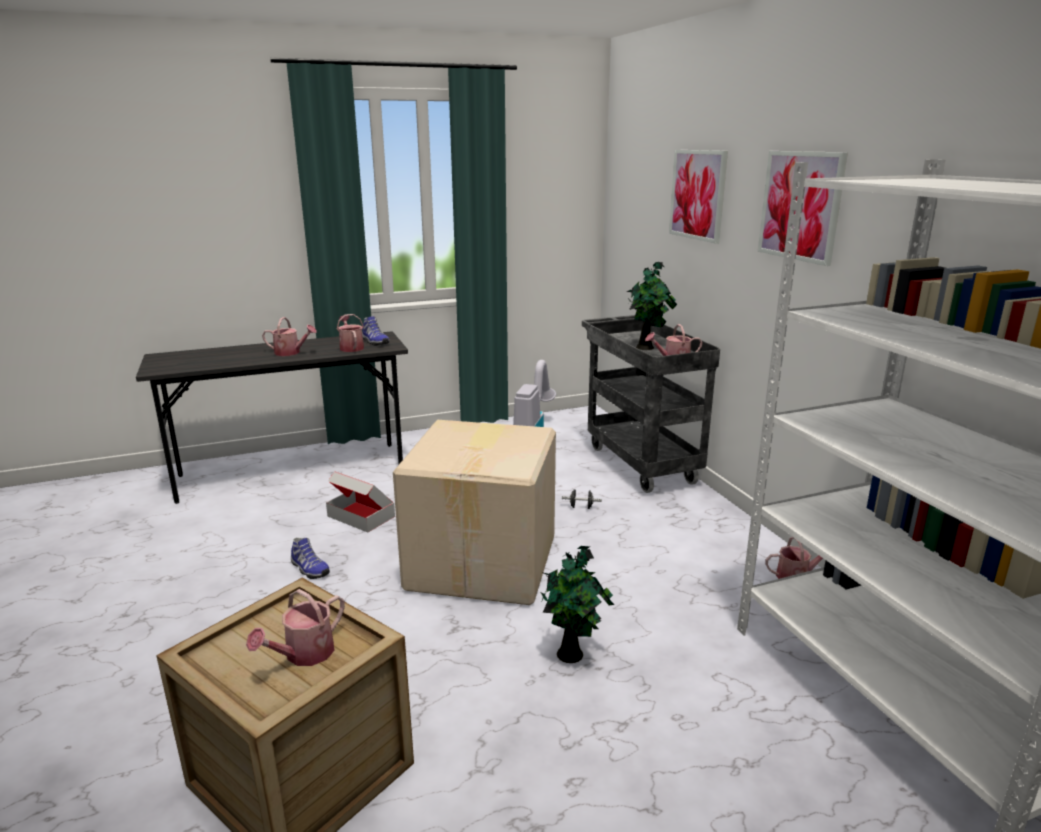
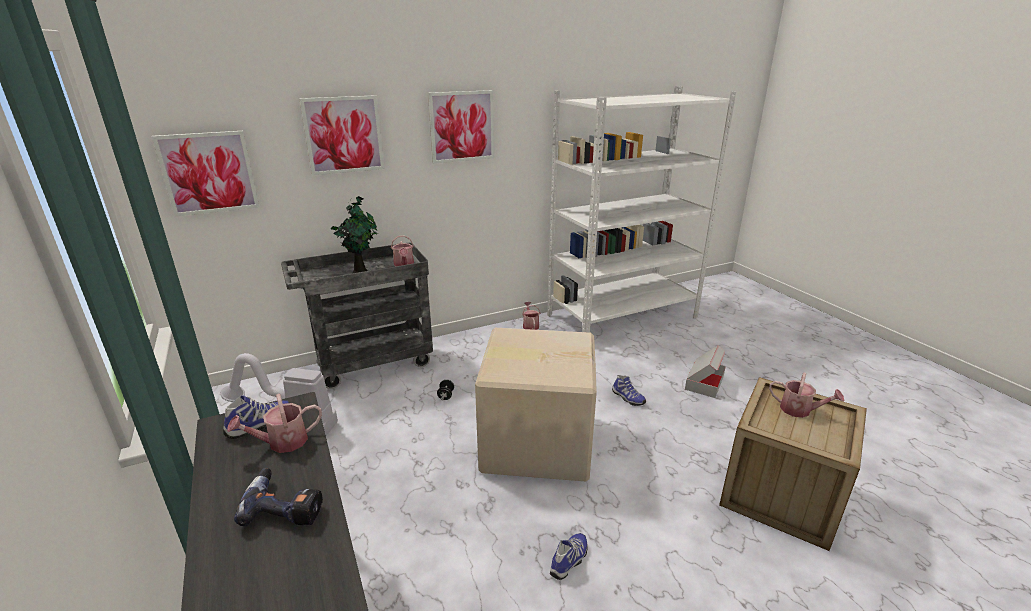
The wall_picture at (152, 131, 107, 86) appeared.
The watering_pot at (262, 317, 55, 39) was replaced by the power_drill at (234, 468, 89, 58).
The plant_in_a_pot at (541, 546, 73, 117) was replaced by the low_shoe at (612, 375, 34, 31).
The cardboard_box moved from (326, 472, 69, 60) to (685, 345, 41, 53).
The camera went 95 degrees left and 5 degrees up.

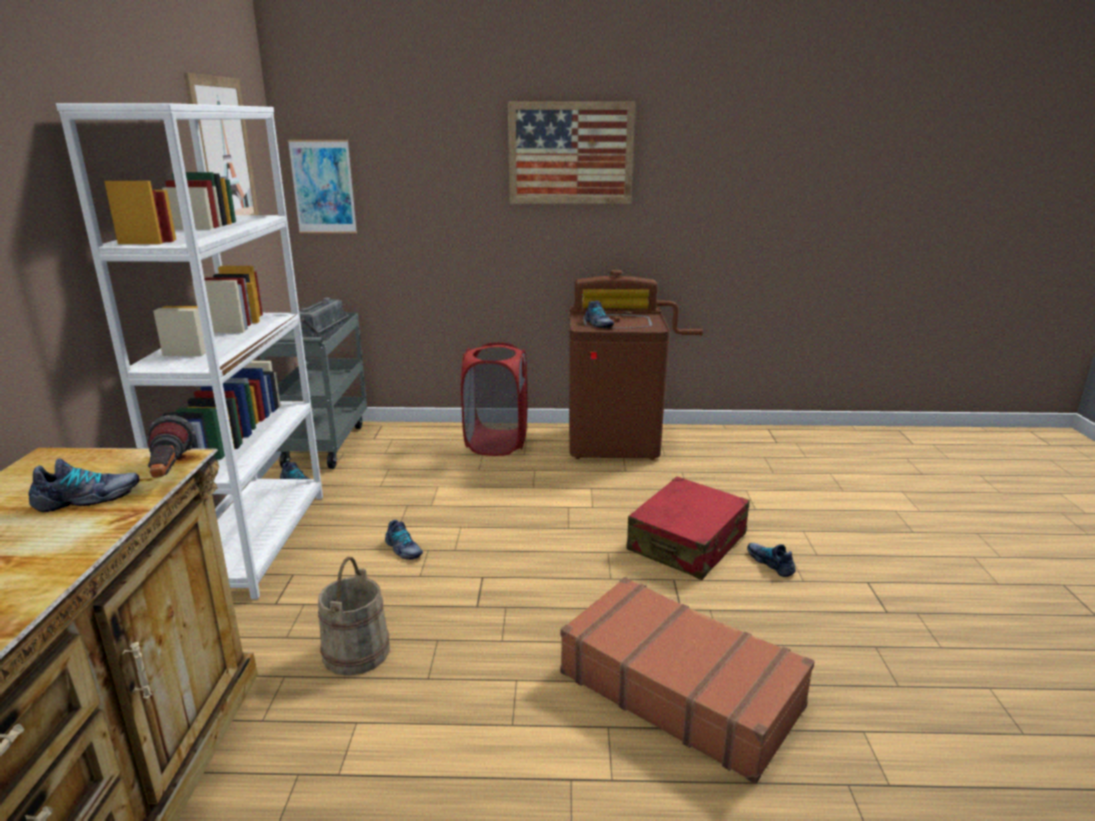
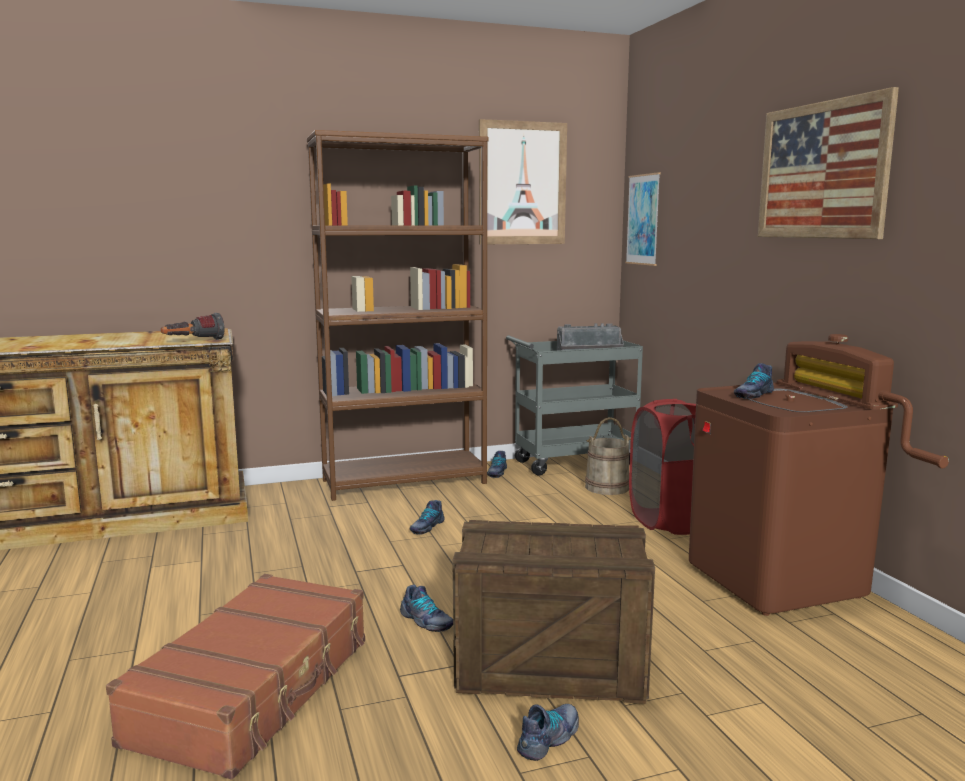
The white-coloured_bookcase at (56, 103, 267, 496) became the brown_bookcase at (307, 130, 181, 371).
The low_shoe moved from (28, 458, 111, 54) to (400, 585, 53, 47).
The red-coloured_suitcase at (626, 477, 124, 103) was replaced by the shipping_crate at (452, 520, 203, 184).
The sand-coloured_pail moved from (318, 557, 72, 119) to (585, 417, 46, 78).
The camera went 70 degrees right and 10 degrees down.

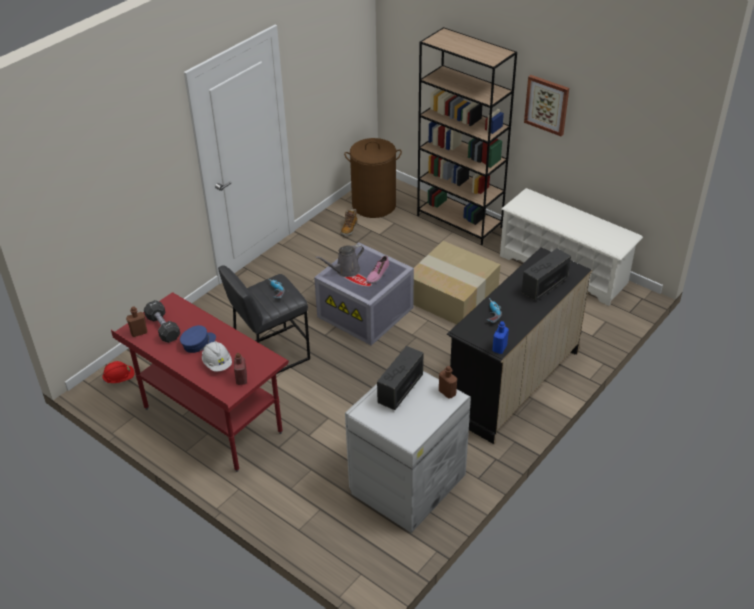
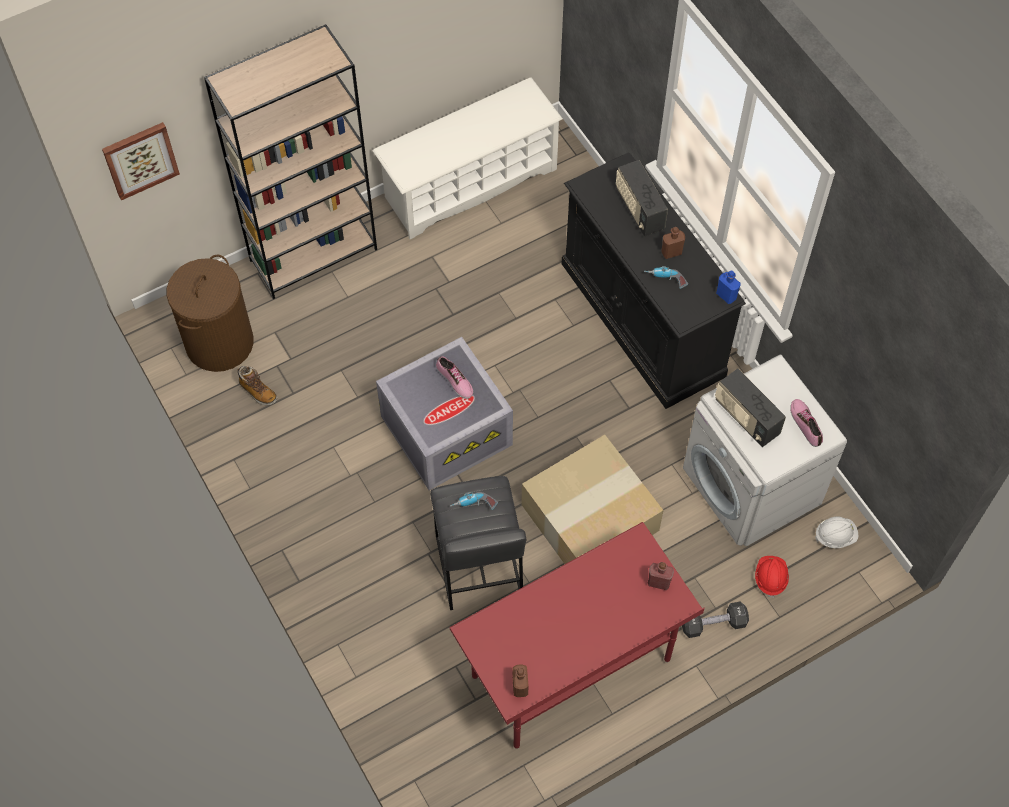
The wall_picture moved from (524, 75, 45, 61) to (102, 122, 78, 78).
The cardboard_box moved from (413, 241, 87, 84) to (521, 435, 143, 129).
The brown_drink_bottle moved from (439, 366, 18, 33) to (661, 227, 24, 32).
The black_hand_weight moved from (144, 300, 36, 43) to (682, 601, 67, 37).
The red-coloured_safety_helmet moved from (102, 361, 33, 22) to (755, 556, 34, 42).
The low_shoe at (790, 399, 33, 48) appeared.
The white-coloured_safety_helmet moved from (202, 341, 30, 31) to (815, 516, 43, 32).
The bluish_peaked_cap at (180, 325, 36, 28) disappeared.
The grey_watering_pot at (316, 244, 48, 33) disappeared.
The camera went 70 degrees left and 20 degrees up.

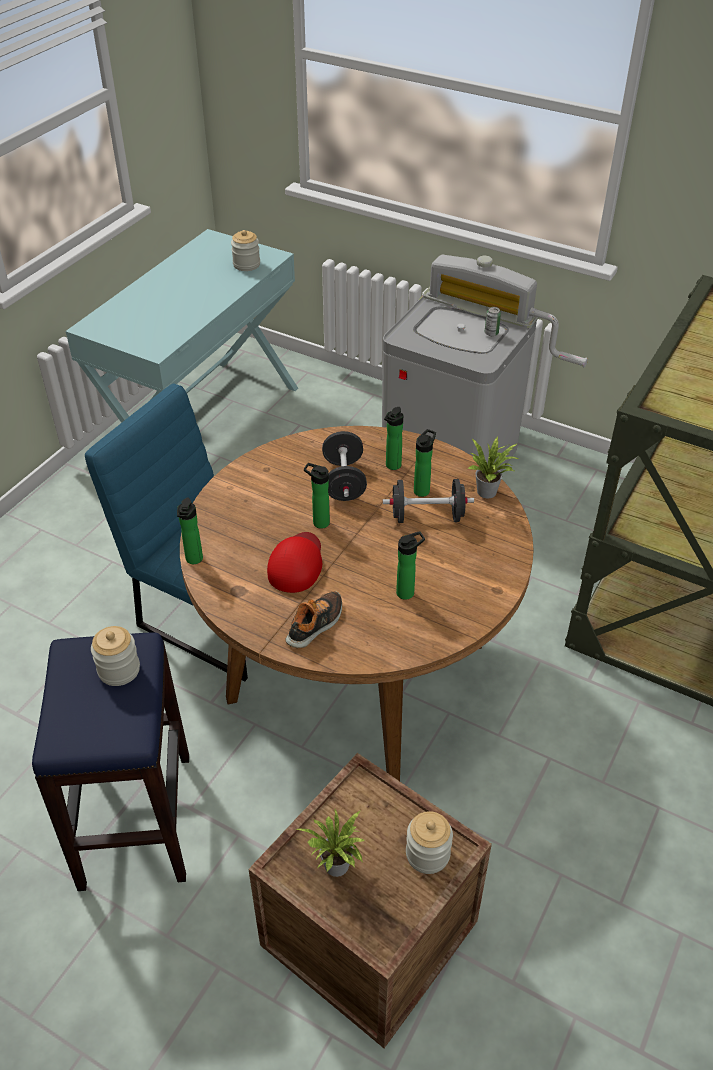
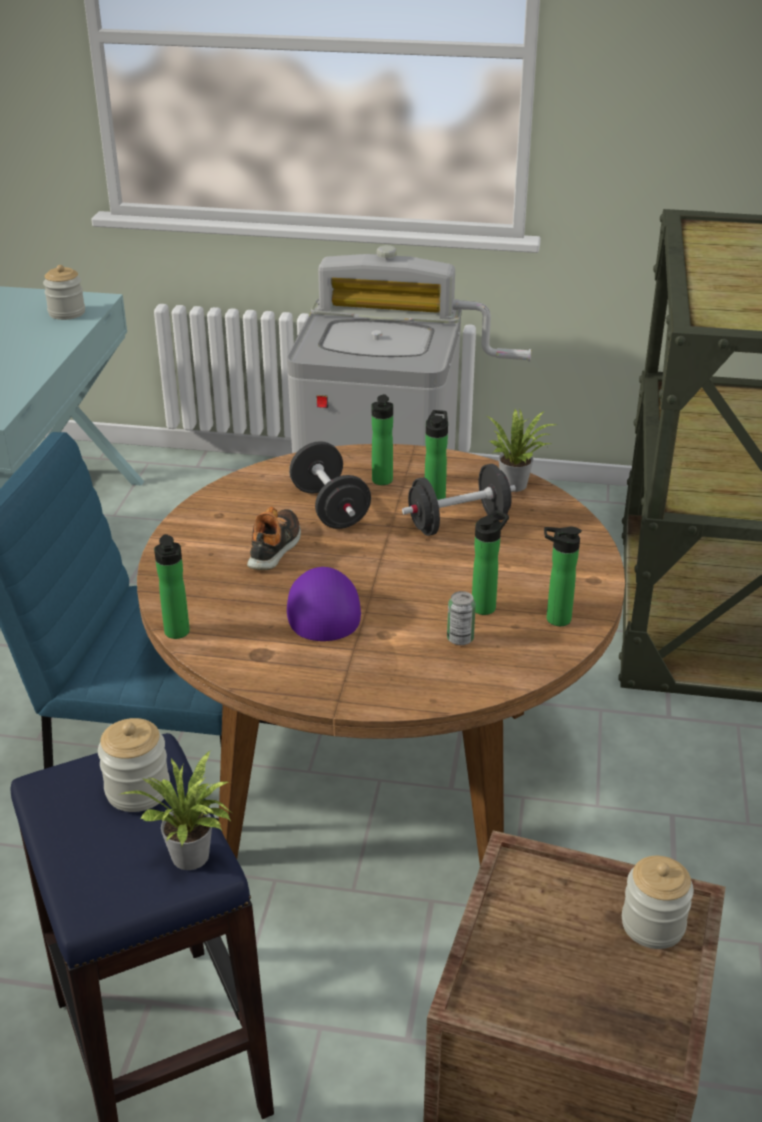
The plant_in_a_pot moved from (296, 809, 70, 68) to (121, 751, 111, 119).
The low_shoe moved from (286, 591, 56, 57) to (247, 507, 54, 63).
The red-coloured_peaked_cap at (267, 532, 55, 61) became the purplish_peaked_cap at (287, 567, 74, 74).
The can moved from (485, 307, 16, 29) to (447, 591, 29, 54).
The drink_bottle moved from (304, 463, 26, 66) to (544, 526, 38, 100).
The camera went 20 degrees left and 10 degrees down.

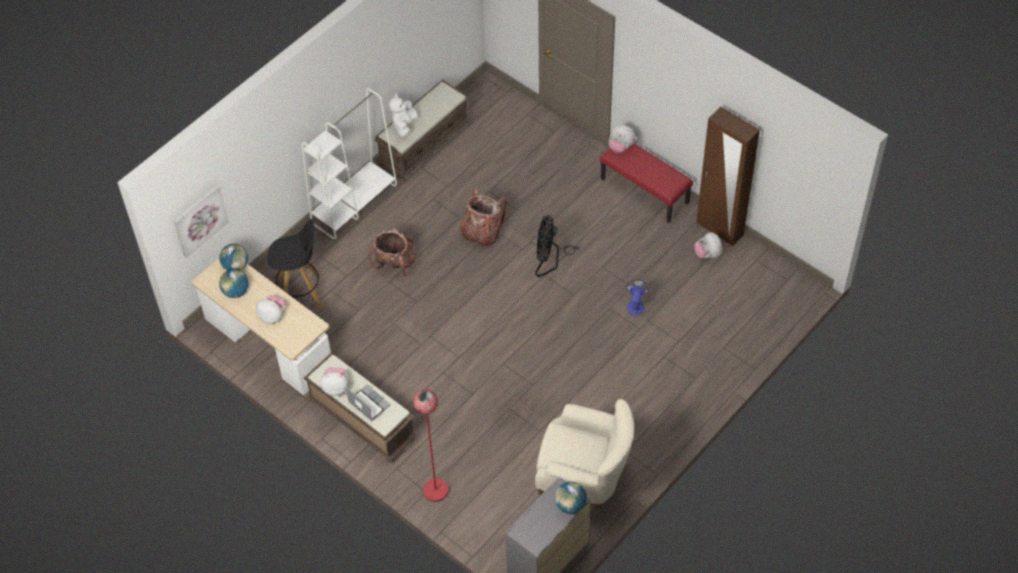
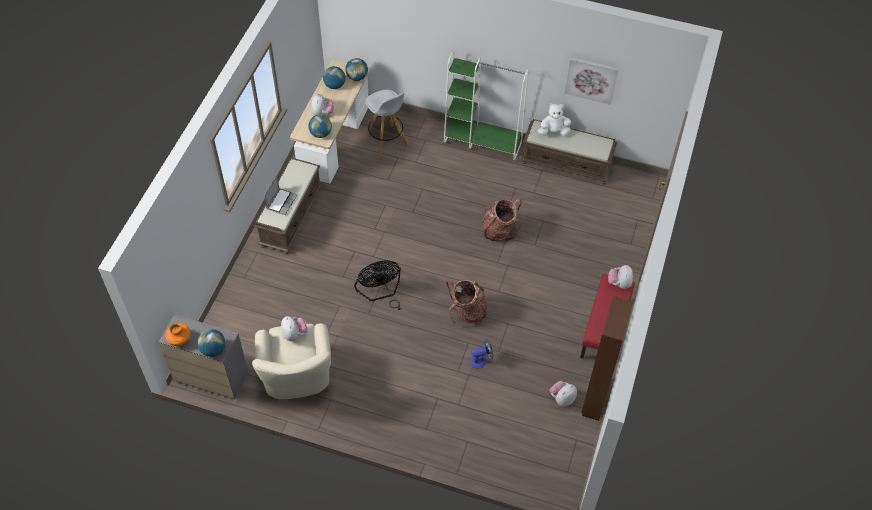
The orangey_flower_vase at (165, 323, 26, 23) appeared.
The cuddly_toy moved from (320, 367, 28, 29) to (281, 316, 27, 25).
The globe at (308, 114, 24, 24) appeared.
The black_electric_fan moved from (535, 215, 44, 63) to (354, 260, 47, 50).
The black_stool at (267, 219, 56, 90) became the white-coloured_stool at (364, 90, 45, 68).
The white-coloured_garment_stand at (301, 88, 96, 151) became the green_garment_stand at (444, 51, 85, 109).
The backpack moved from (368, 229, 48, 48) to (446, 280, 41, 43).
The wall_picture moved from (173, 184, 56, 74) to (565, 57, 53, 48).
The red-coloured_floor_lamp at (413, 389, 35, 113) disappeared.
The camera went 65 degrees right and 0 degrees up.

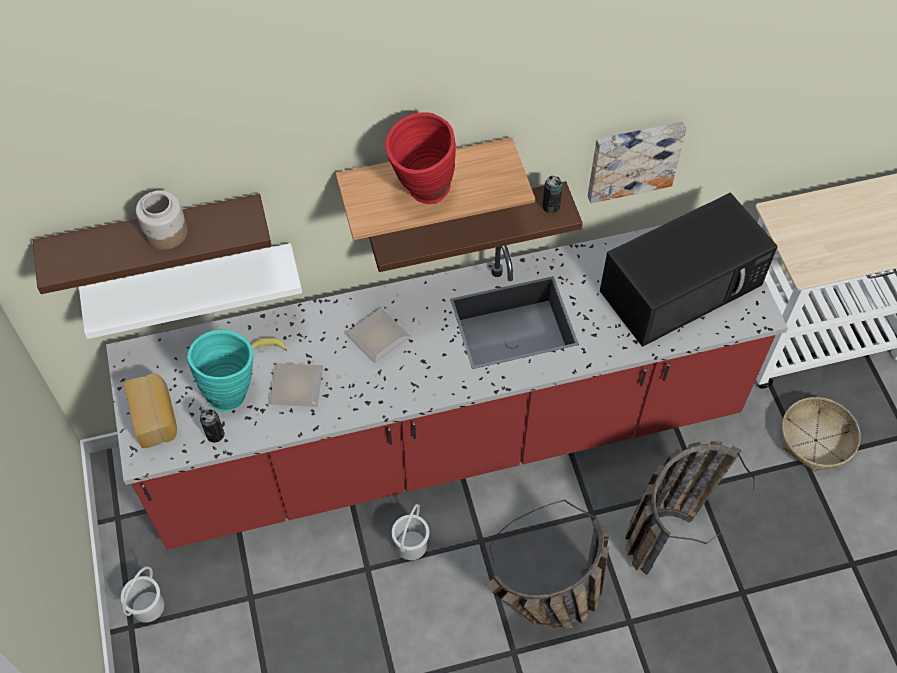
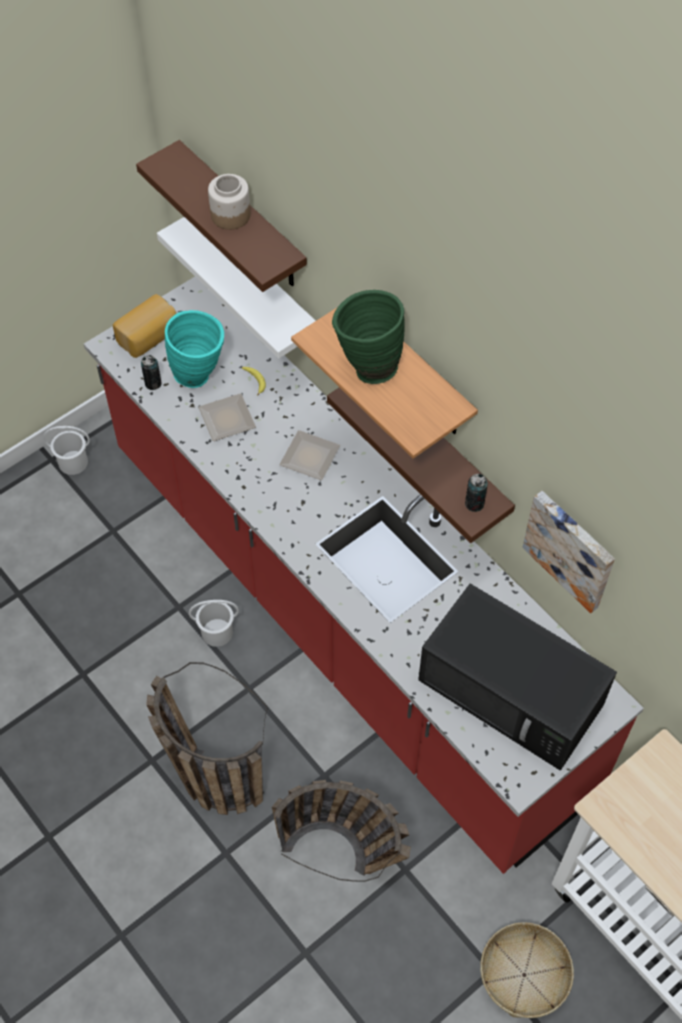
The red-coloured_flower_vase at (385, 112, 71, 92) became the green_flower_vase at (332, 290, 73, 94).
The camera went 65 degrees right and 0 degrees up.

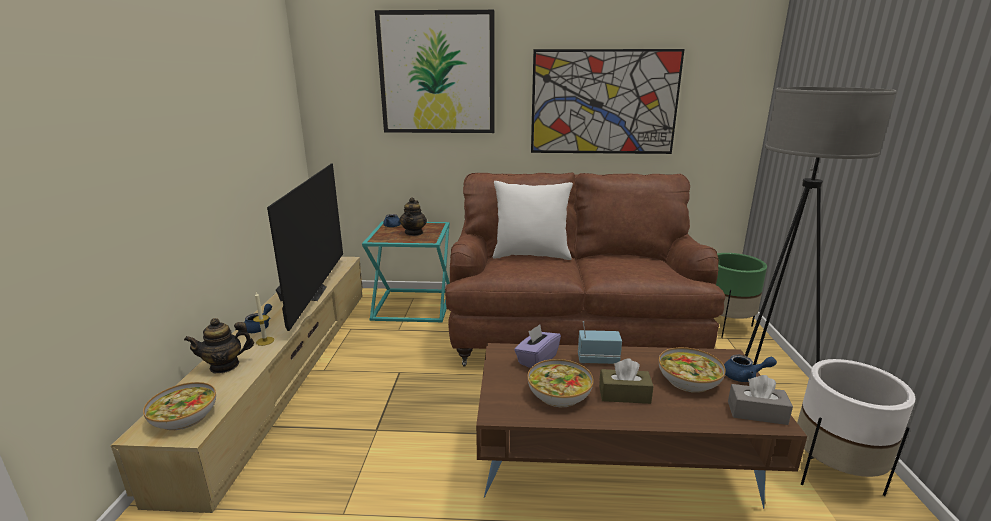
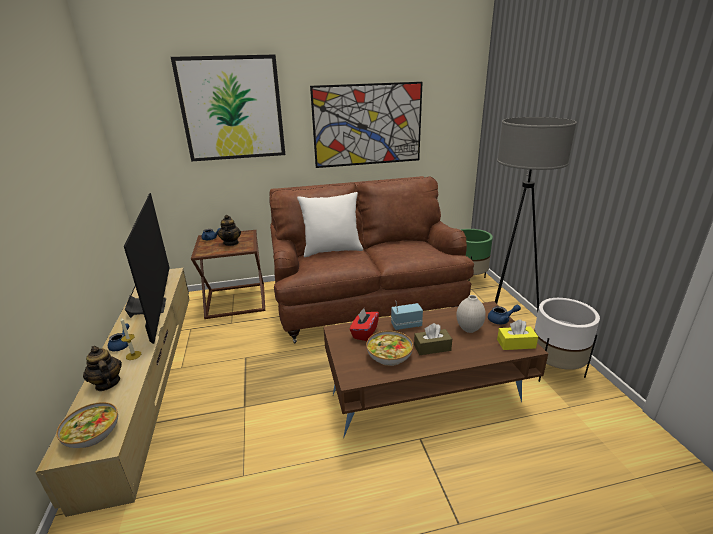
The pot_for_tea at (184, 318, 70, 55) turned 90 degrees clockwise.
The turquoise_end_table at (362, 221, 88, 101) became the brown_end_table at (191, 230, 74, 89).
The purplish_tissue_box at (514, 324, 47, 44) became the red-coloured_tissue_box at (350, 308, 29, 33).
The bowl at (659, 347, 67, 46) was replaced by the white-coloured_flower_vase at (456, 295, 30, 38).
The grey_tissue_box at (728, 375, 65, 50) became the yellow_tissue_box at (497, 319, 41, 31).
The camera went 15 degrees left and 5 degrees up.

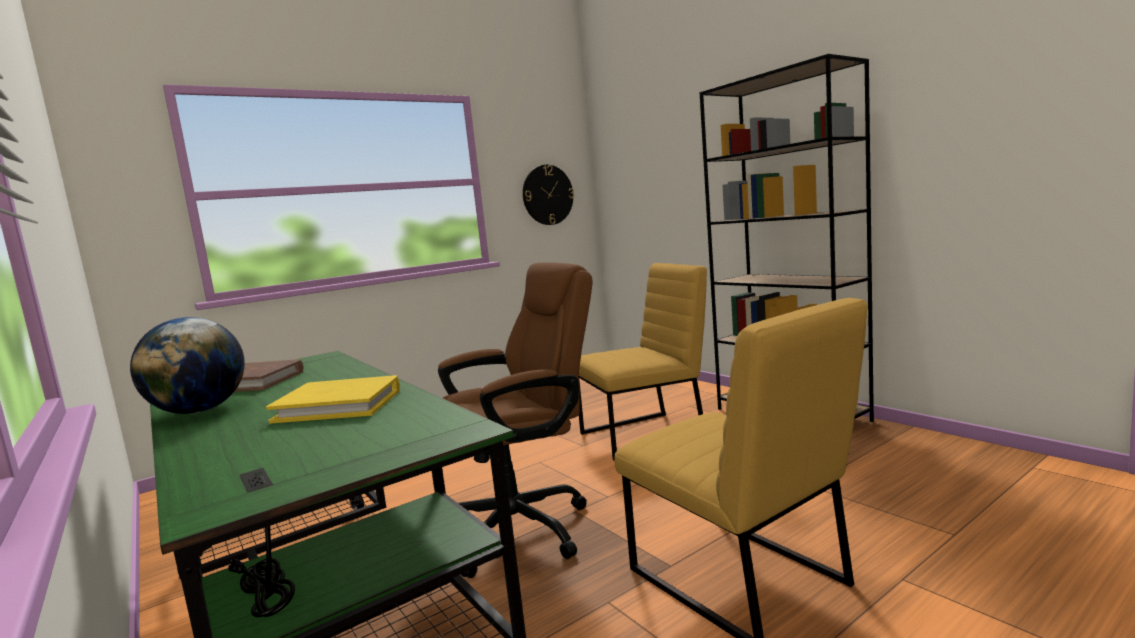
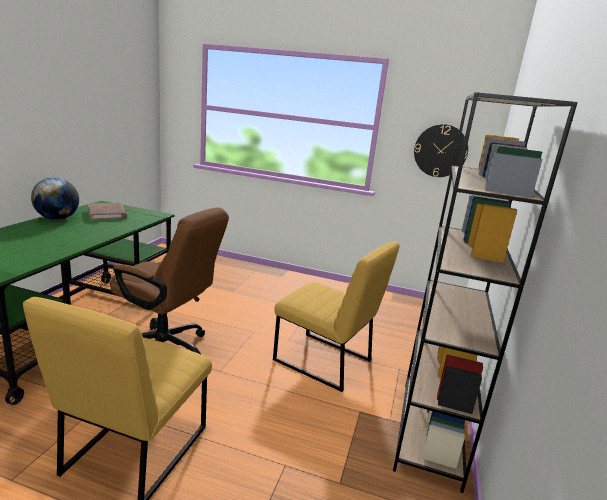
The yellow_bound_book at (266, 375, 134, 49) disappeared.
The camera went 50 degrees right and 10 degrees up.

